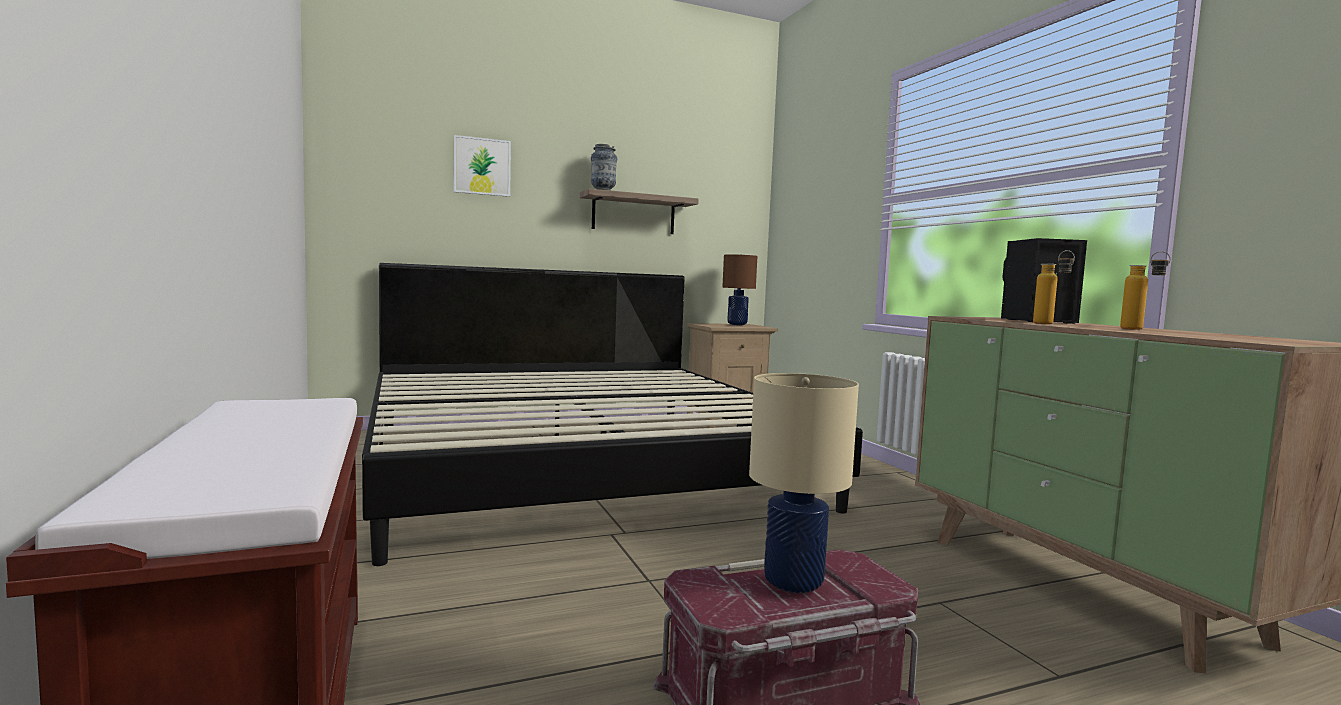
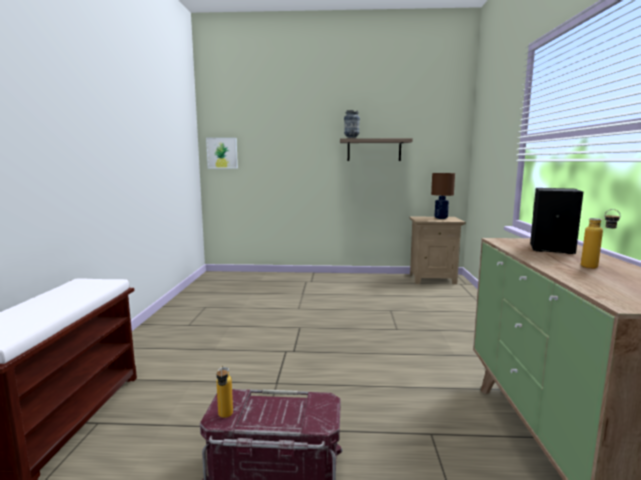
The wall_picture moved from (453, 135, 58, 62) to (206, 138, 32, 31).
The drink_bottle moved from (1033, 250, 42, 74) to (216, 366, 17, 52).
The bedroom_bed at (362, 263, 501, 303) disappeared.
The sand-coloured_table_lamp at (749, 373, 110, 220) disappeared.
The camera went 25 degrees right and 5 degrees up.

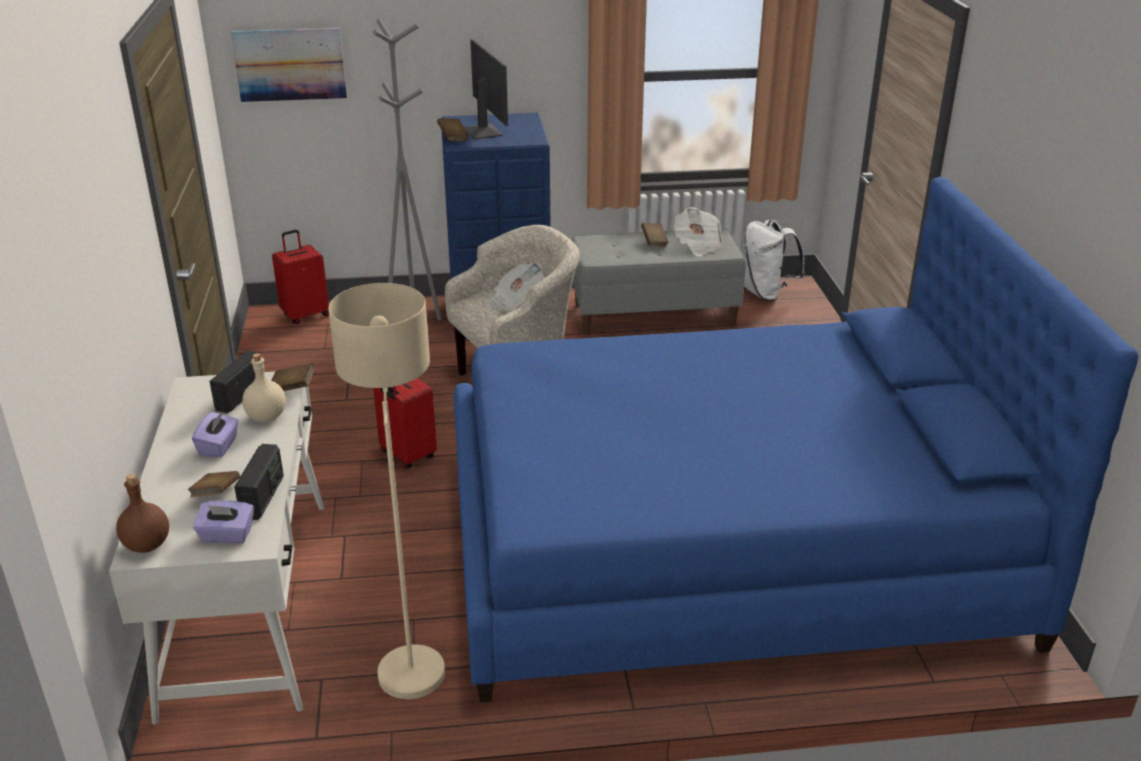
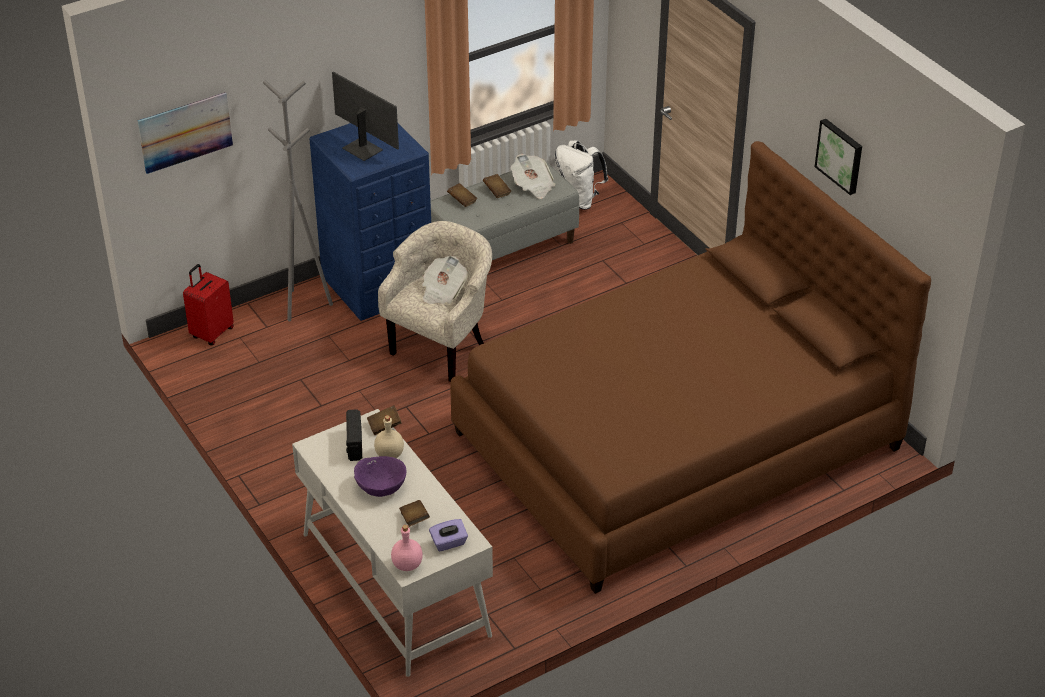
The purplish_tissue_box at (192, 411, 47, 46) was replaced by the purplish_bowl at (354, 456, 52, 41).
The brown_drink_bottle at (116, 474, 53, 79) became the pink_drink_bottle at (391, 525, 32, 46).
The brown_bound_book moved from (437, 118, 32, 23) to (447, 183, 30, 24).
The bluish_bedroom_bed at (453, 177, 686, 525) became the brown_bedroom_bed at (451, 141, 480, 453).
The wall_picture at (815, 119, 47, 76) appeared.
The radio_set at (234, 444, 50, 76) disappeared.
The sand-coloured_floor_lamp at (329, 283, 116, 416) disappeared.
The red-coloured_suitcase at (373, 378, 64, 91) disappeared.
The camera went 25 degrees left and 10 degrees up.

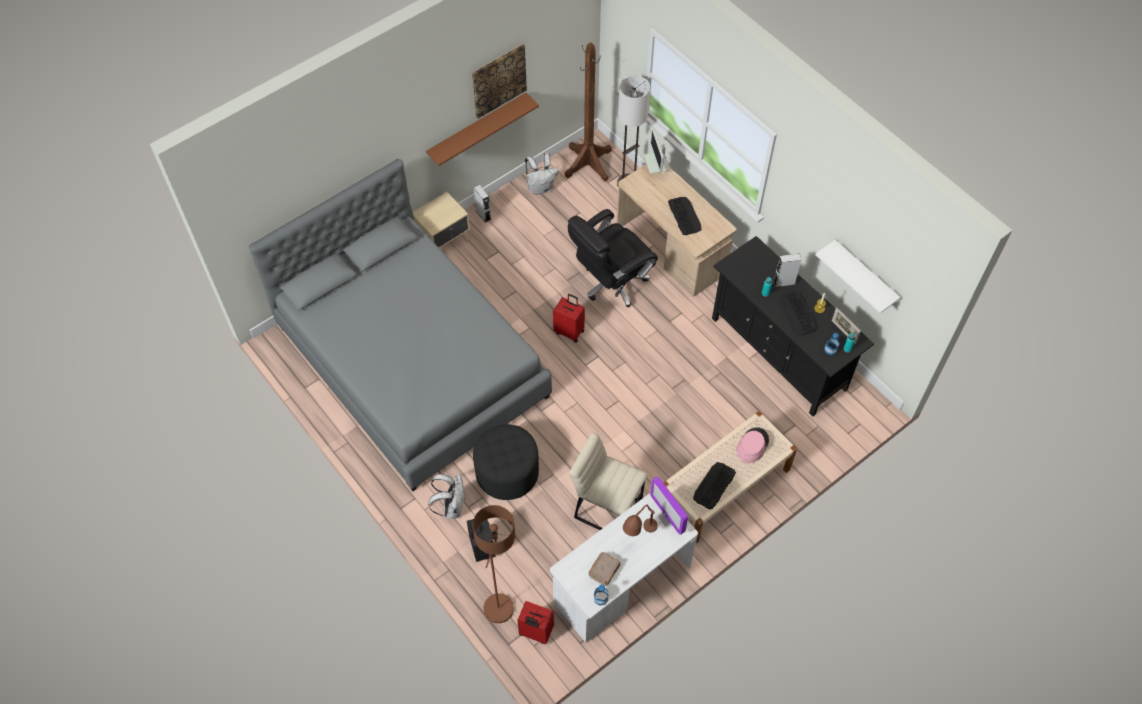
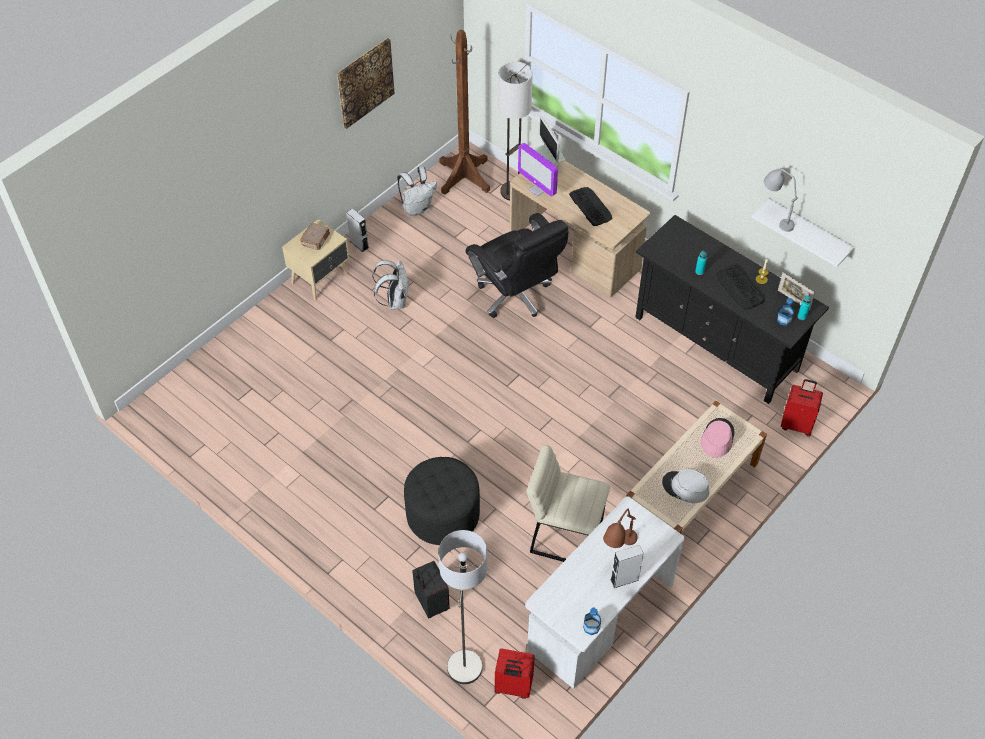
The brown_bound_book moved from (588, 552, 33, 34) to (300, 223, 30, 27).
The white-coloured_backpack moved from (428, 474, 37, 45) to (372, 260, 37, 50).
The brown_floor_lamp at (473, 505, 42, 118) became the grey_floor_lamp at (438, 530, 50, 154).
The black_desk_chair at (568, 209, 90, 98) turned 75 degrees counterclockwise.
The monitor moved from (650, 476, 38, 59) to (518, 143, 40, 53).
The grey_loudspeaker moved from (774, 253, 27, 34) to (610, 545, 34, 43).
The computer_keyboard at (693, 462, 43, 47) was replaced by the grey_hat at (662, 469, 47, 34).
The grey_table_lamp at (764, 168, 34, 64) appeared.
The red-coloured_suitcase moved from (553, 294, 32, 49) to (781, 379, 42, 58).
The grey_bedroom_bed at (249, 159, 303, 332) disappeared.
The brown_bracket_shelf at (426, 93, 113, 73) disappeared.
The camera went 10 degrees left and 5 degrees down.

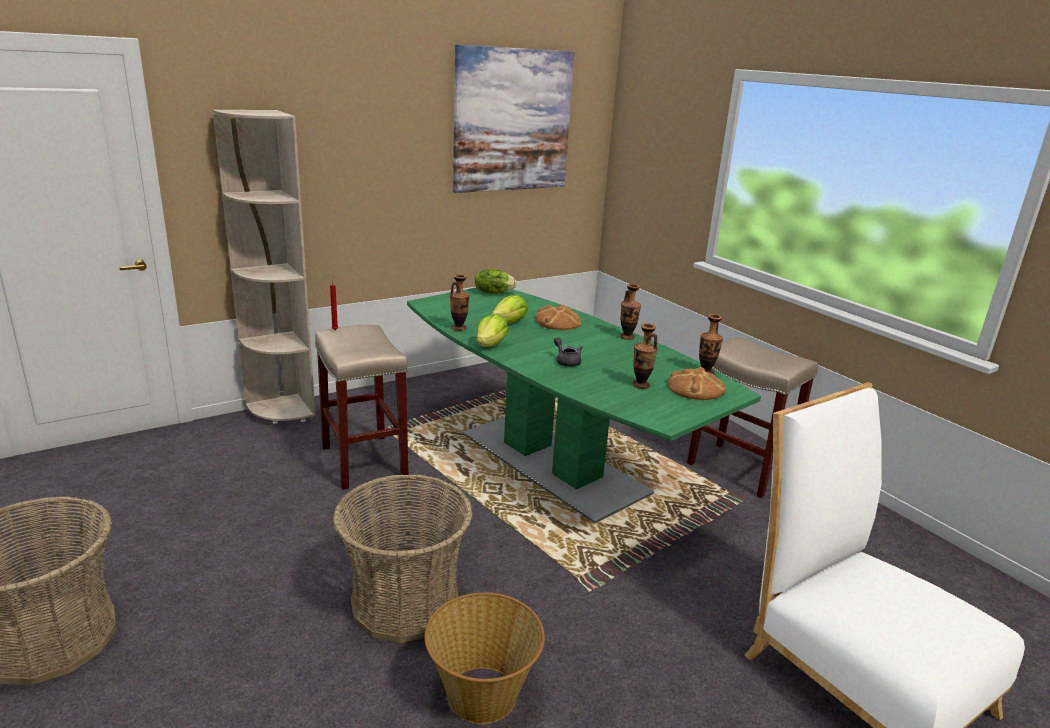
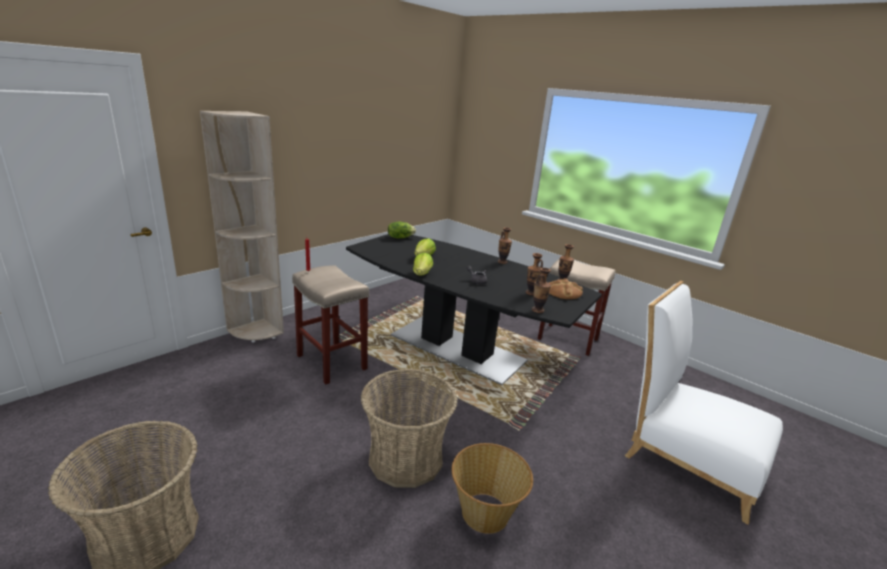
The green_dining_table at (407, 288, 354, 235) became the black_dining_table at (346, 234, 256, 151).
The flower_vase moved from (450, 275, 20, 56) to (532, 268, 19, 45).
The wall_picture at (453, 45, 122, 148) disappeared.
The bread at (536, 305, 46, 25) disappeared.
The camera went 15 degrees left and 0 degrees up.

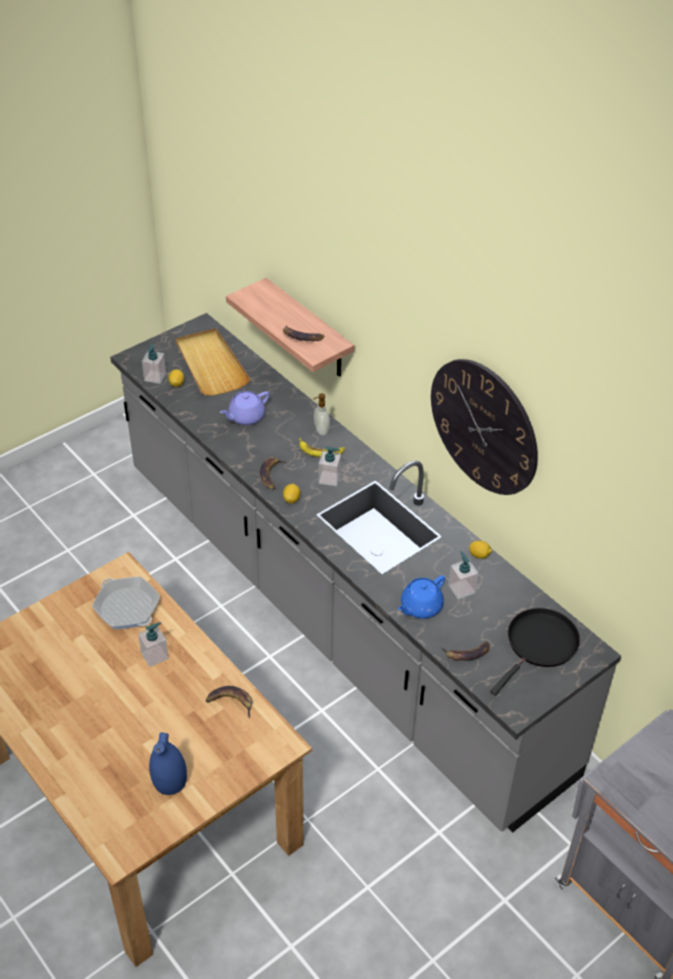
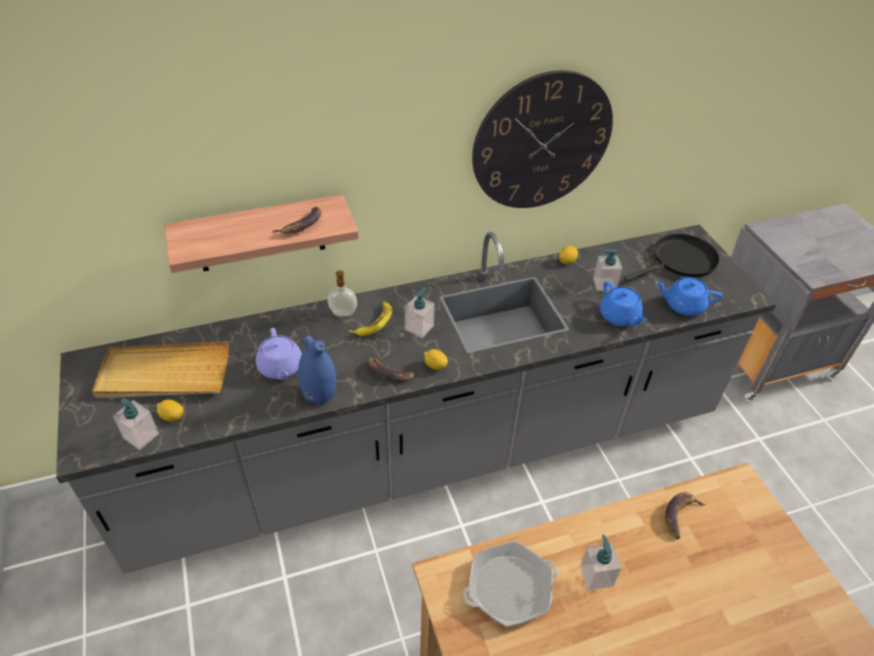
The bluish_flower_vase moved from (149, 732, 38, 63) to (298, 335, 38, 69).
The black_frying_pan at (490, 608, 90, 87) turned 90 degrees clockwise.
The whole_banana at (441, 642, 49, 19) was replaced by the bluish_pot_for_tea at (655, 277, 67, 39).
The camera went 70 degrees left and 0 degrees up.

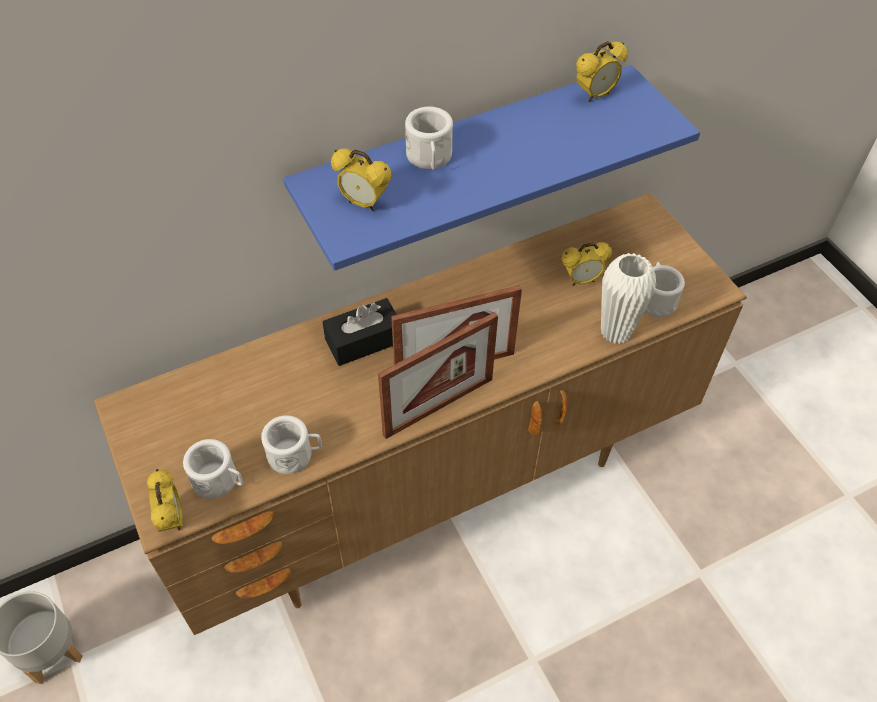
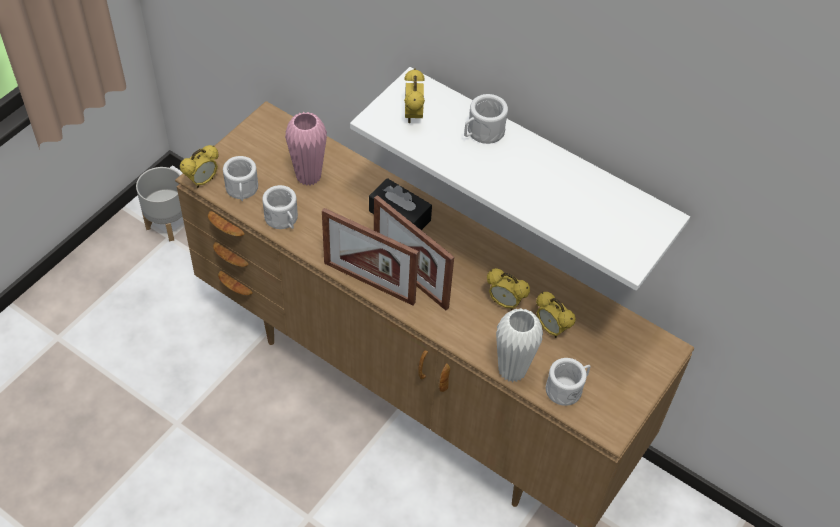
The pink_flower_vase at (285, 112, 42, 74) appeared.
The bluish_bracket_shelf at (283, 65, 417, 206) became the white-coloured_bracket_shelf at (350, 67, 340, 224).
The alarm_clock moved from (576, 41, 52, 61) to (487, 268, 43, 42).
The camera went 60 degrees right and 0 degrees up.

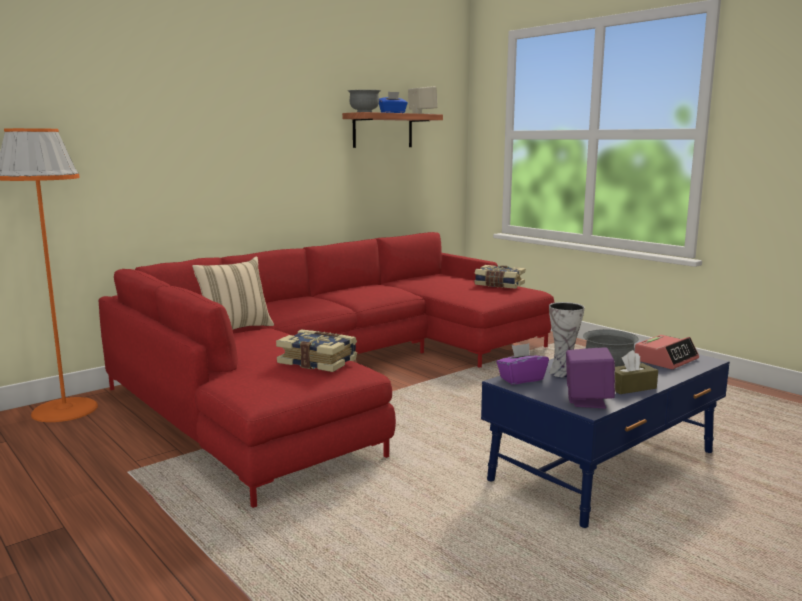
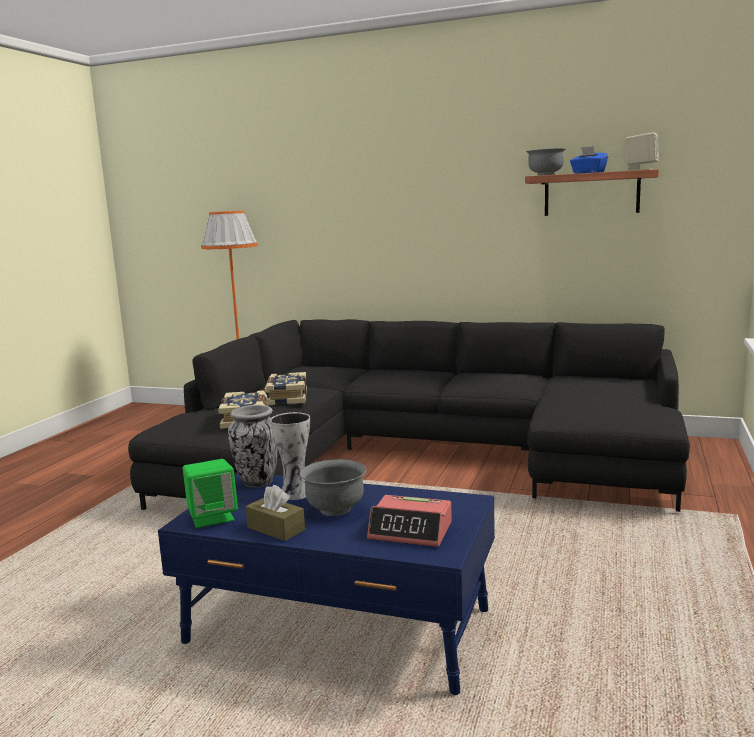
The red-coloured_couch at (99, 232, 455, 276) became the black_couch at (128, 319, 562, 193).
The purplish_loudspeaker at (566, 347, 49, 62) became the green_loudspeaker at (183, 459, 55, 69).
The purplish_tissue_box at (497, 343, 52, 41) was replaced by the flower_vase at (228, 405, 50, 83).
The bound_book moved from (474, 265, 51, 24) to (264, 372, 43, 33).
The sand-coloured_pillow at (192, 256, 82, 74) disappeared.
The camera went 60 degrees right and 0 degrees up.

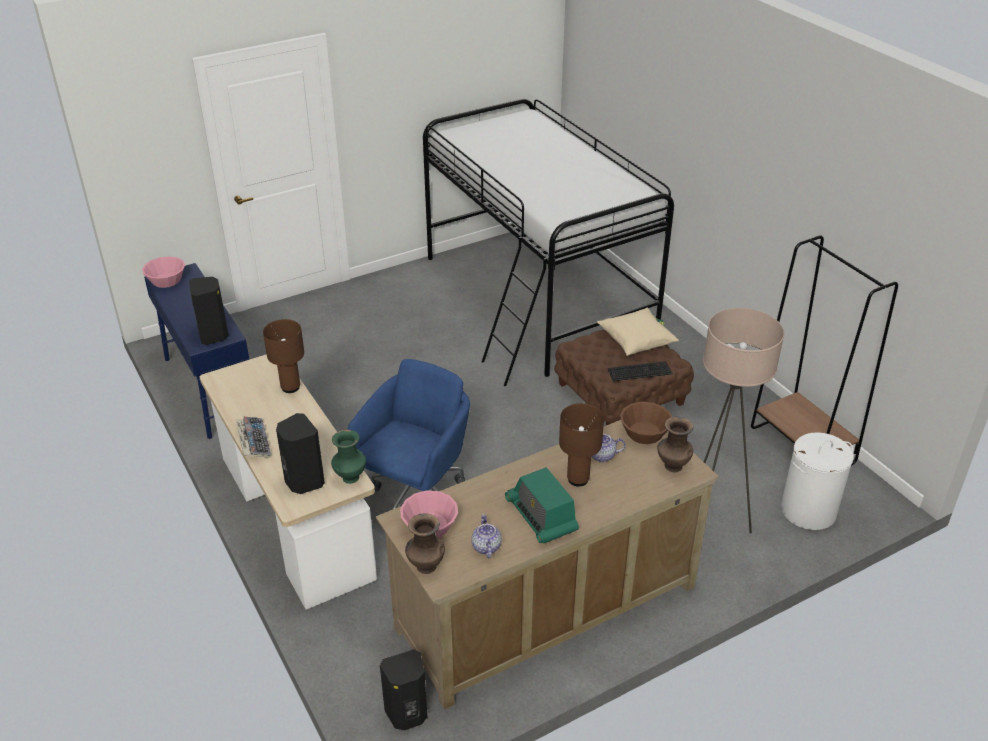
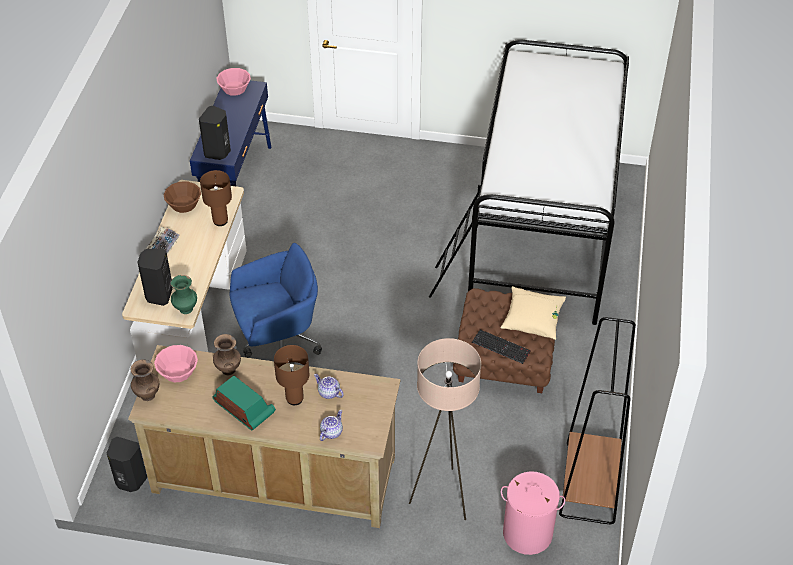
The brown_bowl moved from (620, 402, 52, 42) to (163, 181, 38, 32).
The radio_set at (505, 467, 74, 76) turned 120 degrees clockwise.
The brown_flower_vase moved from (657, 417, 36, 55) to (213, 334, 28, 41).
The pot_for_tea moved from (471, 514, 31, 45) to (320, 410, 23, 31).
The white-coloured_laundry_basket at (781, 432, 73, 98) became the pink_laundry_basket at (501, 471, 64, 84).
The camera went 40 degrees right and 10 degrees up.

